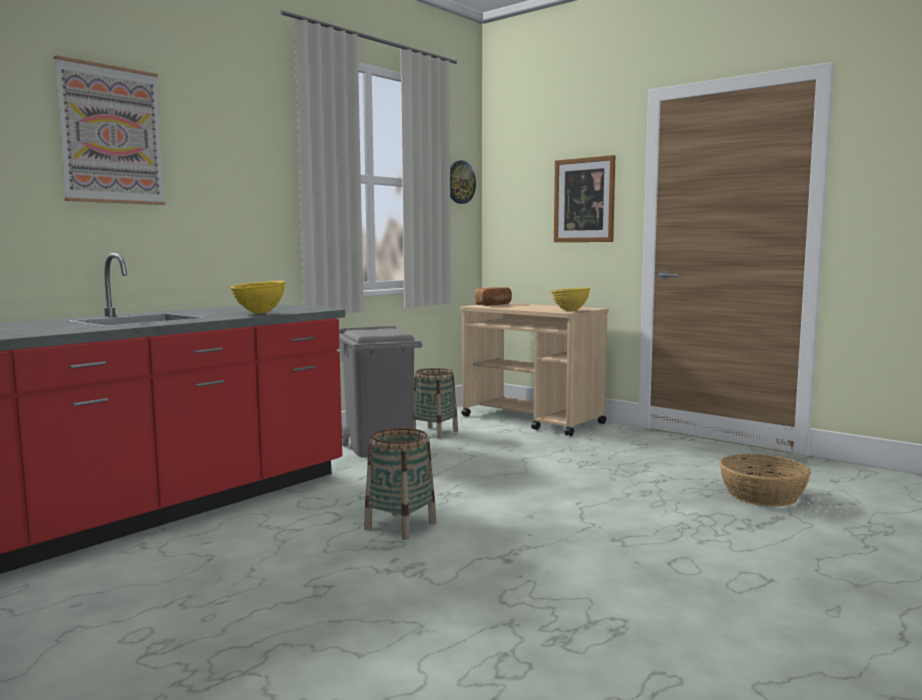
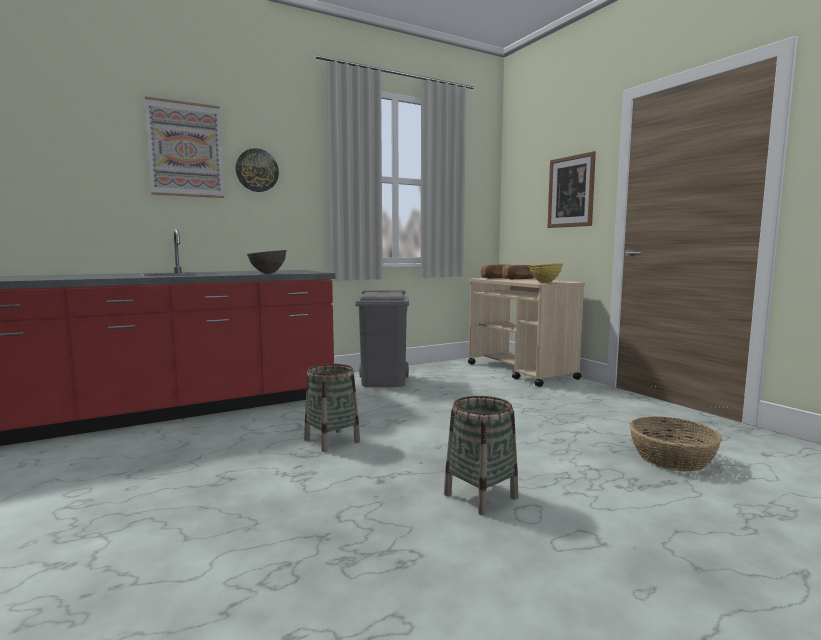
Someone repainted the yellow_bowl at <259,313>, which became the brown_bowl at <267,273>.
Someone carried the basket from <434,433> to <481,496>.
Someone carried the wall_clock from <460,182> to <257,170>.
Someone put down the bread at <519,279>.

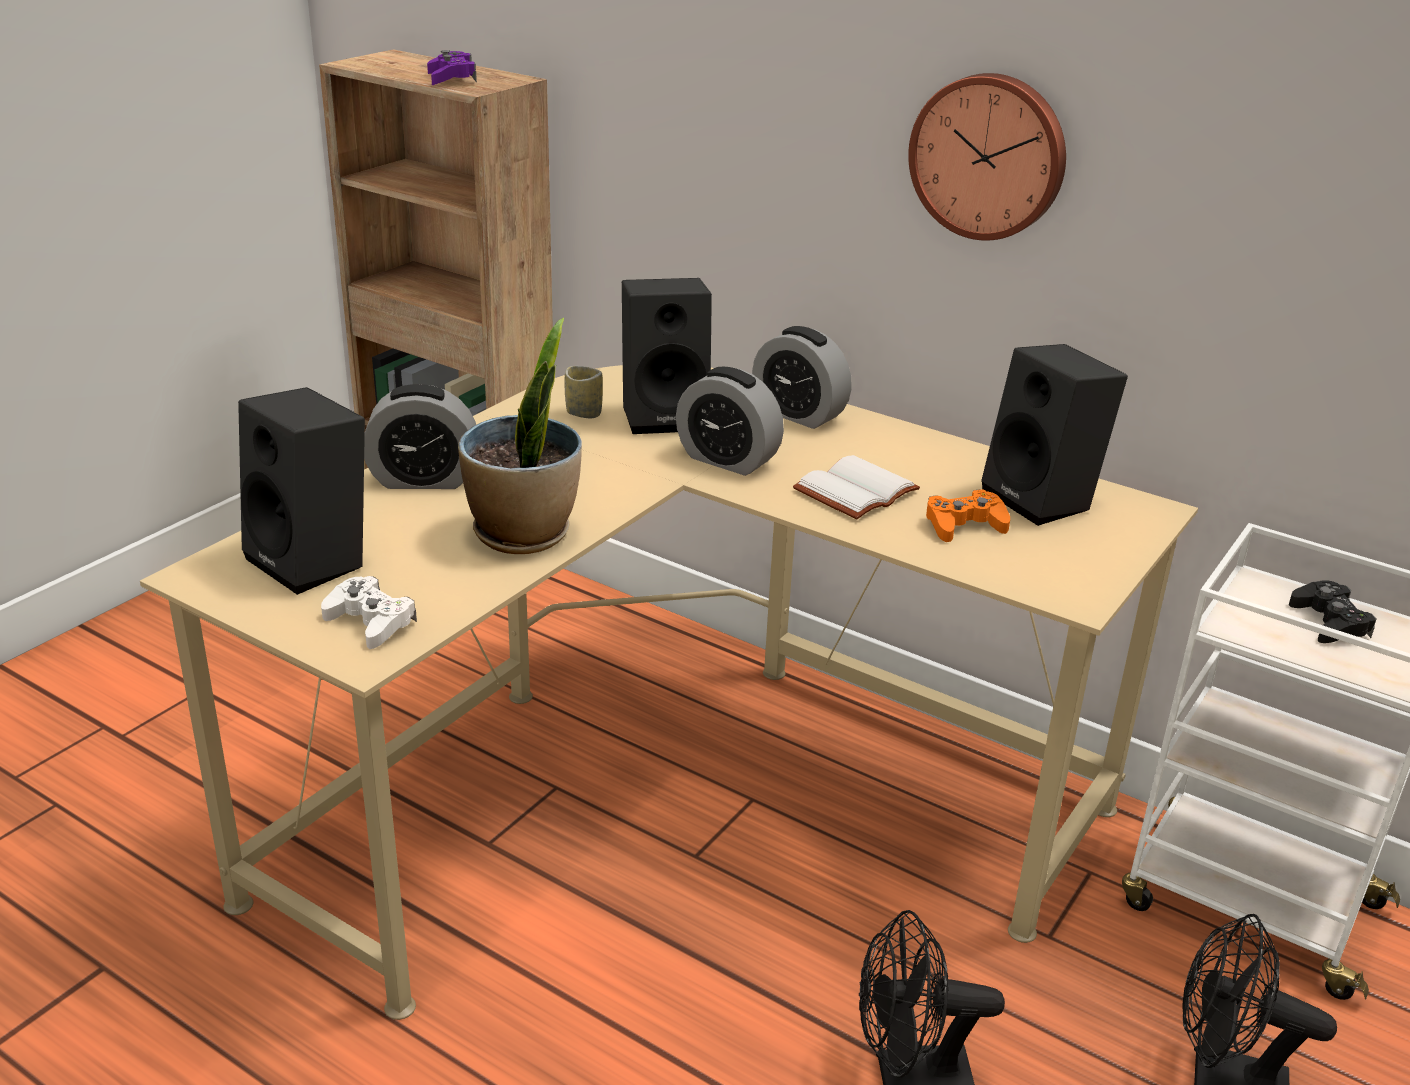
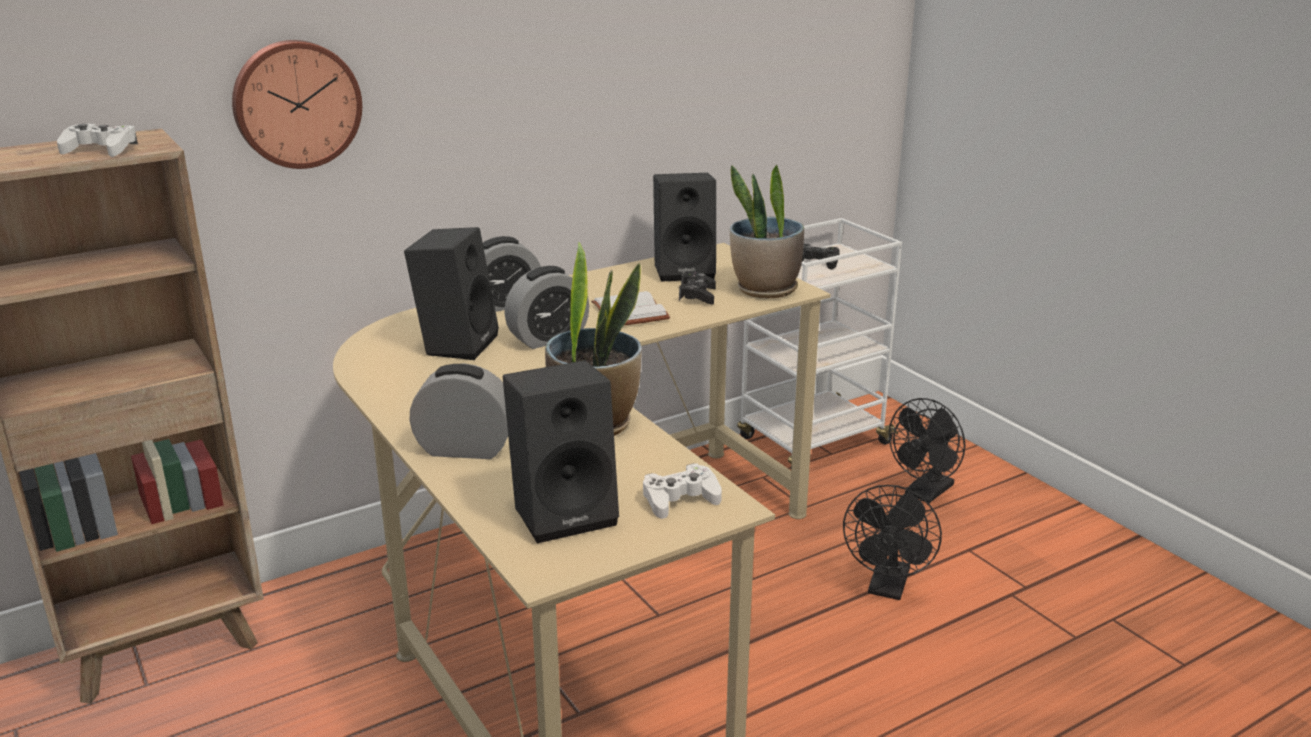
Someone rotated the alarm_clock at <423,480> by 105 degrees counterclockwise.
Someone repainted the purple_game_controller at <452,78>, which became the white_game_controller at <101,149>.
Someone took away the cup at <584,413>.
Someone carried the wall_clock from <989,156> to <296,103>.
Someone repainted the orange_game_controller at <964,525>, which became the black_game_controller at <697,295>.
Someone put down the potted_plant at <765,290>.

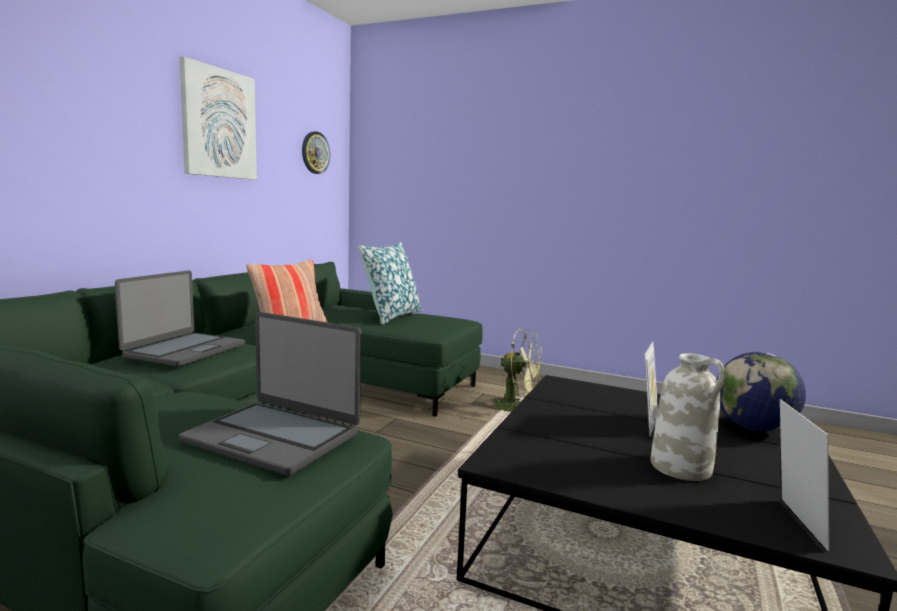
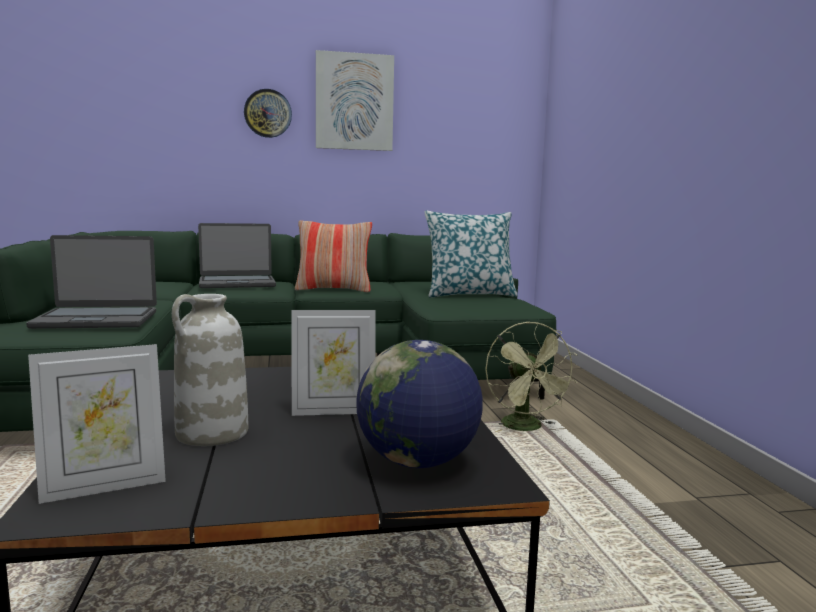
Someone rotated the laptop at <274,437> by 90 degrees counterclockwise.
Someone carried the wall_clock from <315,152> to <268,113>.

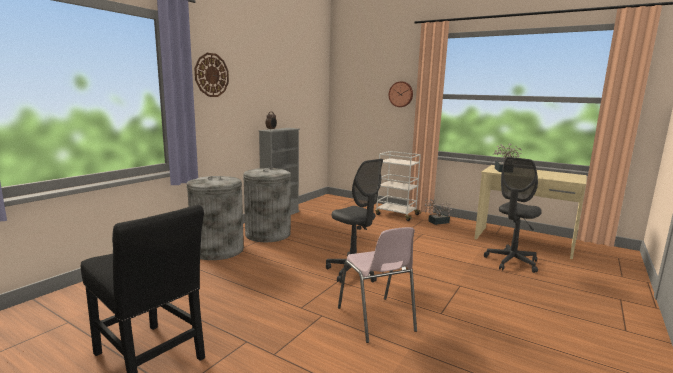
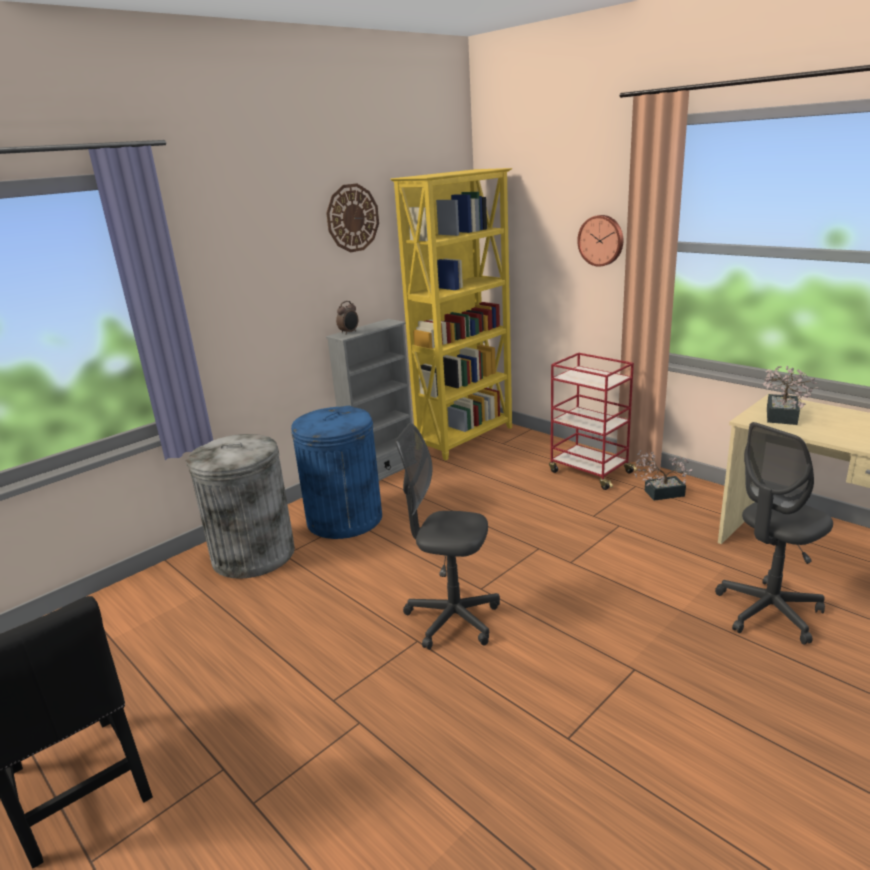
Someone carried the wall_clock from <211,75> to <352,218>.
Someone repainted the grey_trash_can at <268,234>, which became the blue_trash_can at <344,518>.
Someone rotated the grey_office_chair at <353,271> by 135 degrees clockwise.
Someone took away the pink_chair at <376,319>.
Someone repainted the white_cart at <396,214>, which became the red_cart at <589,472>.
Someone put down the yellow_bookcase at <466,438>.

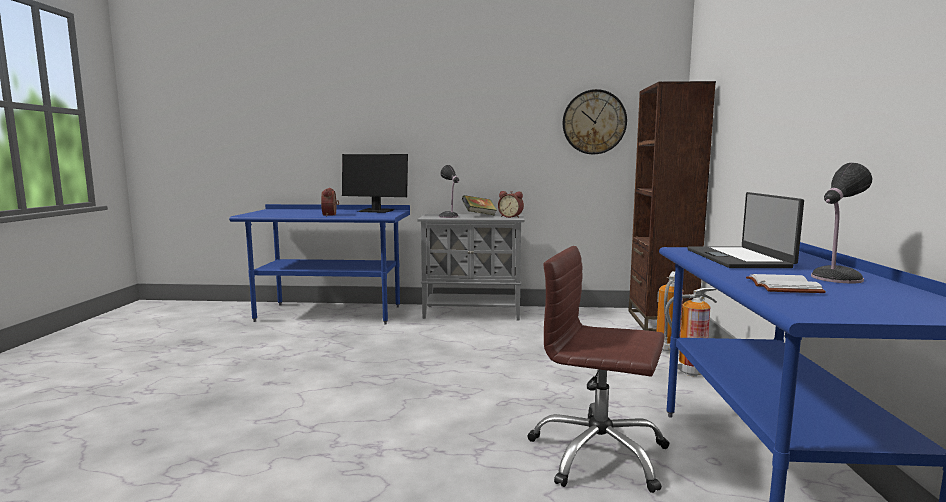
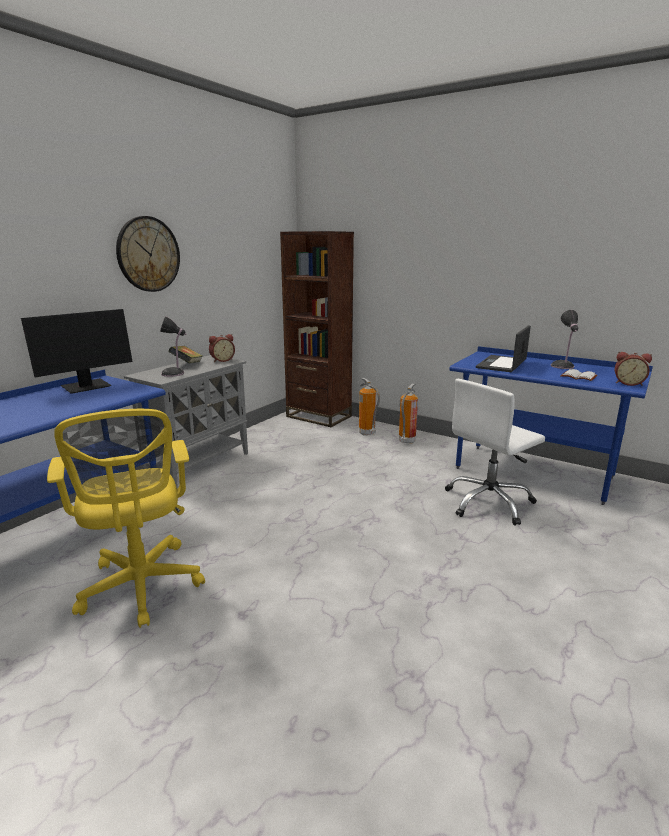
Someone carried the alarm_clock from <331,215> to <628,383>.
Someone repainted the brown_office_chair at <598,454>, which became the white_office_chair at <489,502>.
Someone carried the wall_clock from <594,122> to <148,254>.
Someone rotated the laptop at <739,258> by 90 degrees clockwise.
Someone put down the yellow_office_chair at <141,588>.

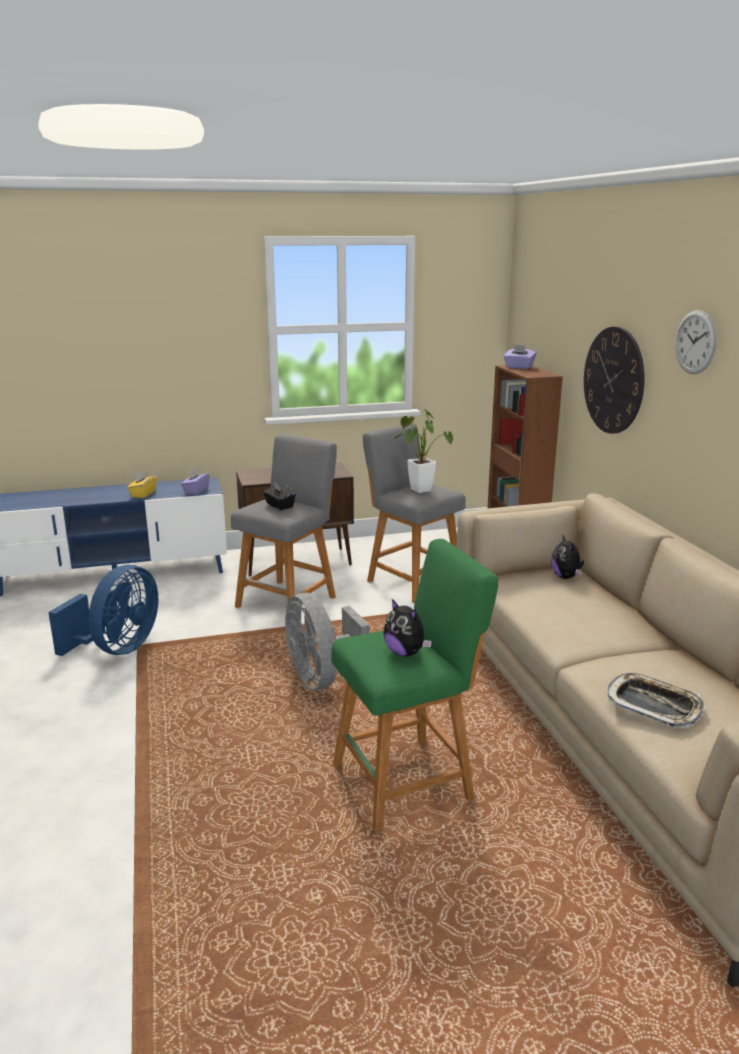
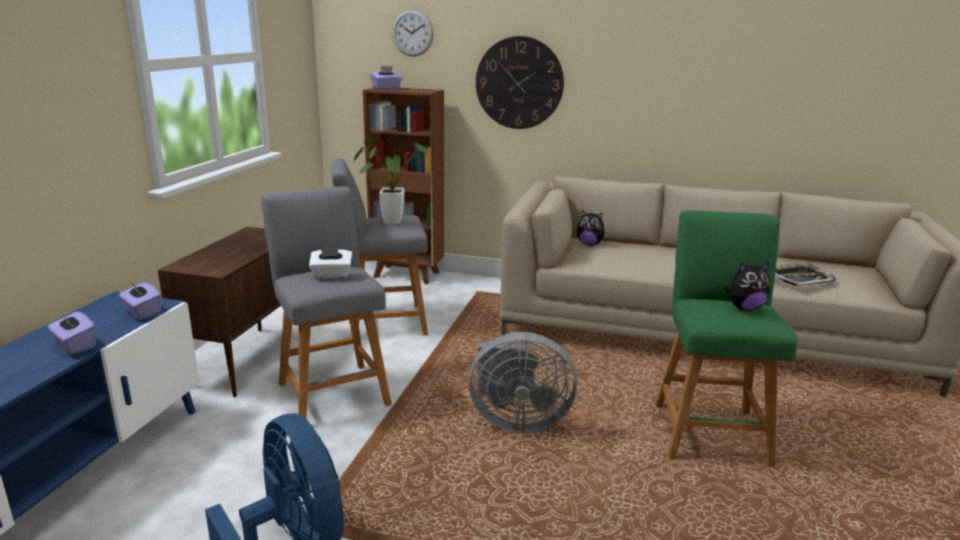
Someone repainted the yellow_tissue_box at <143,494>, which became the purple_tissue_box at <75,346>.
Someone repainted the black_tissue_box at <279,506>, which became the white_tissue_box at <331,275>.
Someone carried the wall_clock from <695,342> to <412,33>.

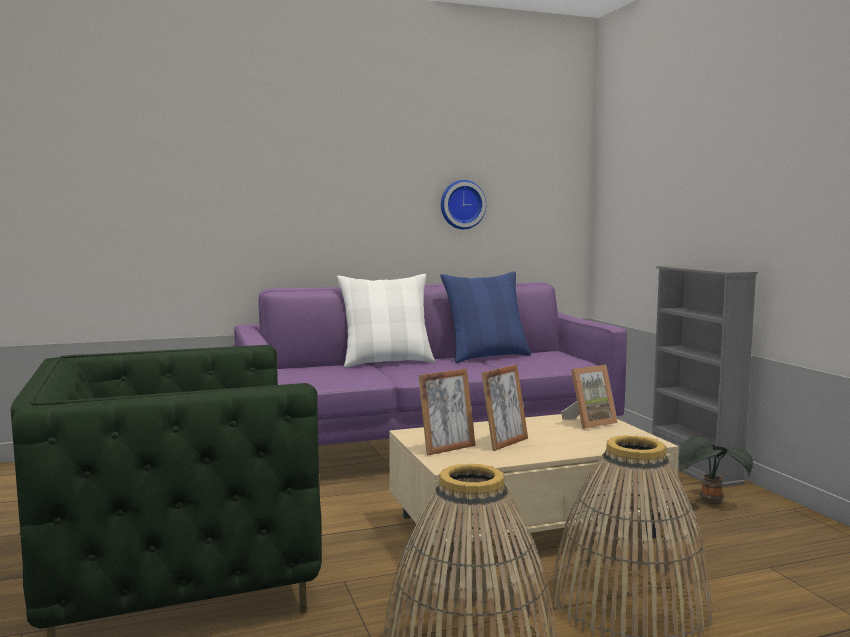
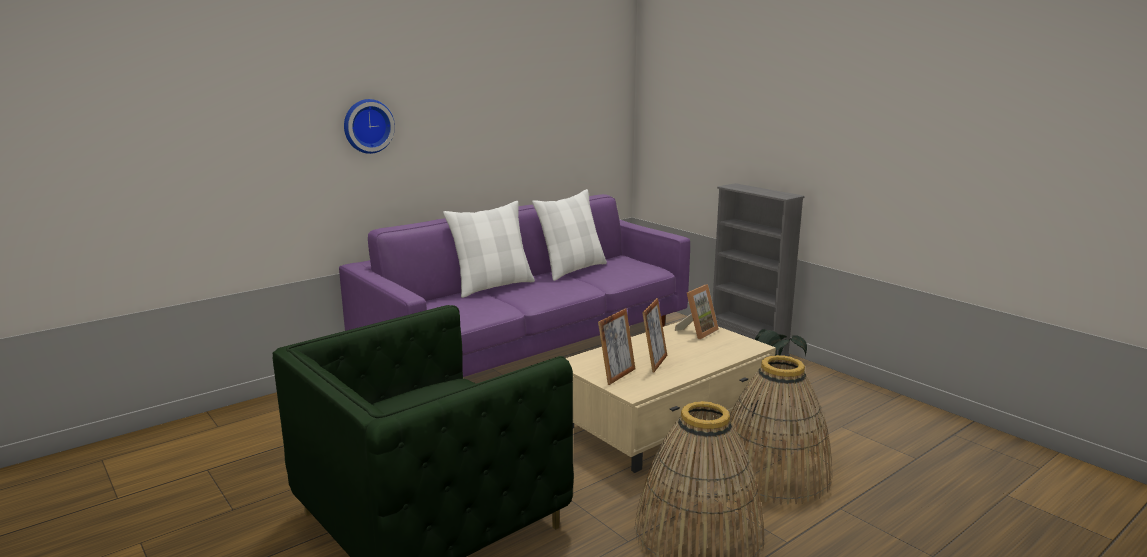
Someone repainted the blue_pillow at <487,357>, which became the white_pillow at <572,269>.
Someone carried the wall_clock from <461,204> to <367,126>.

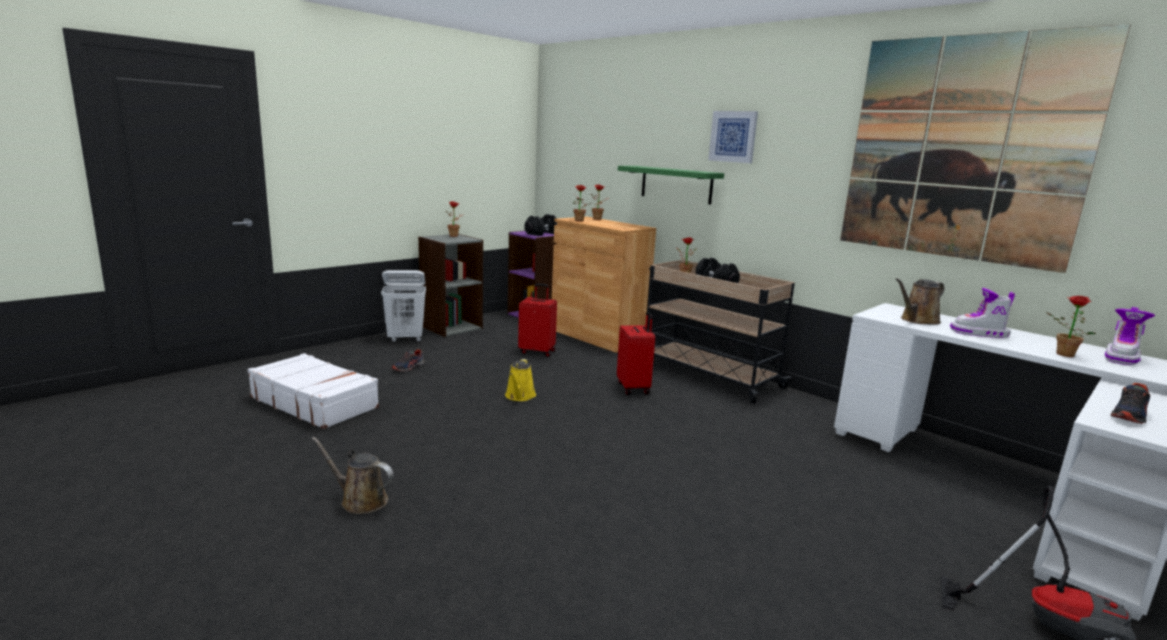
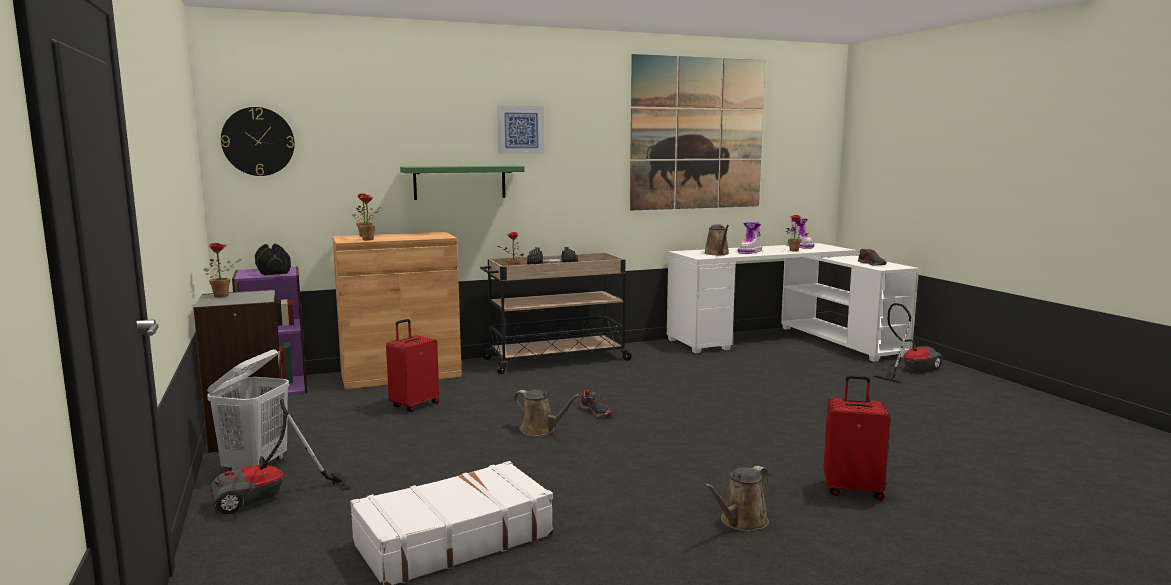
Someone carried the shoe from <408,367> to <596,412>.
Someone repainted the yellow_watering_can at <519,396>, which became the brown_watering_can at <540,430>.
Someone carried the red_suitcase from <634,388> to <852,489>.
Someone put down the vacuum_cleaner at <269,499>.
Someone put up the wall_clock at <258,141>.

